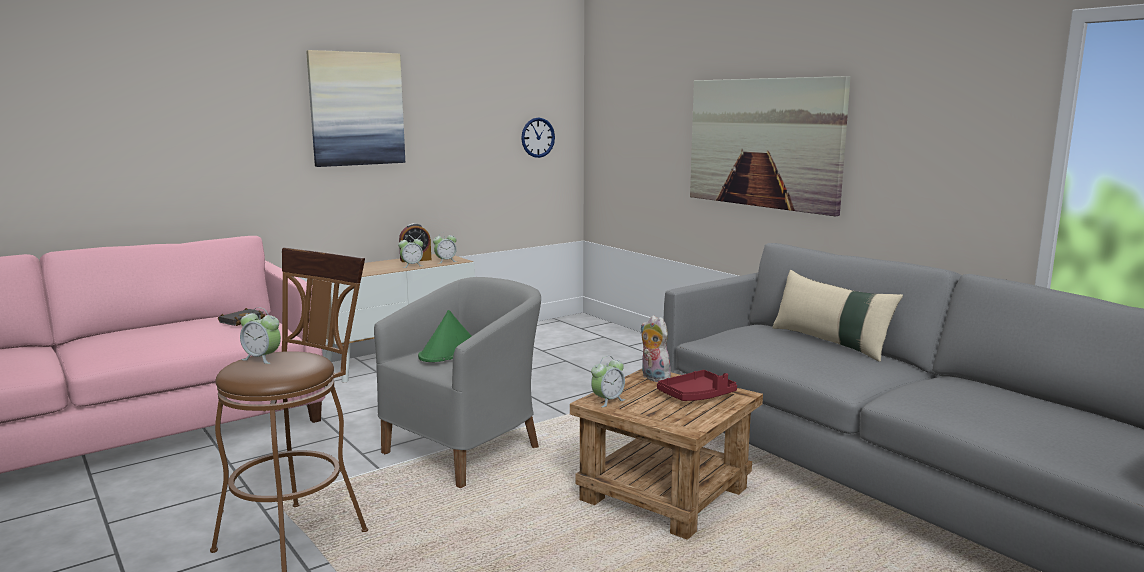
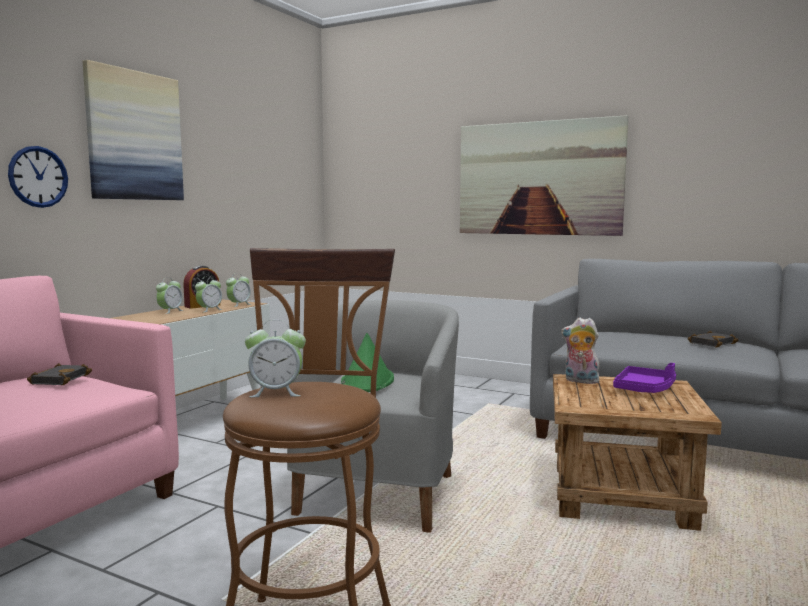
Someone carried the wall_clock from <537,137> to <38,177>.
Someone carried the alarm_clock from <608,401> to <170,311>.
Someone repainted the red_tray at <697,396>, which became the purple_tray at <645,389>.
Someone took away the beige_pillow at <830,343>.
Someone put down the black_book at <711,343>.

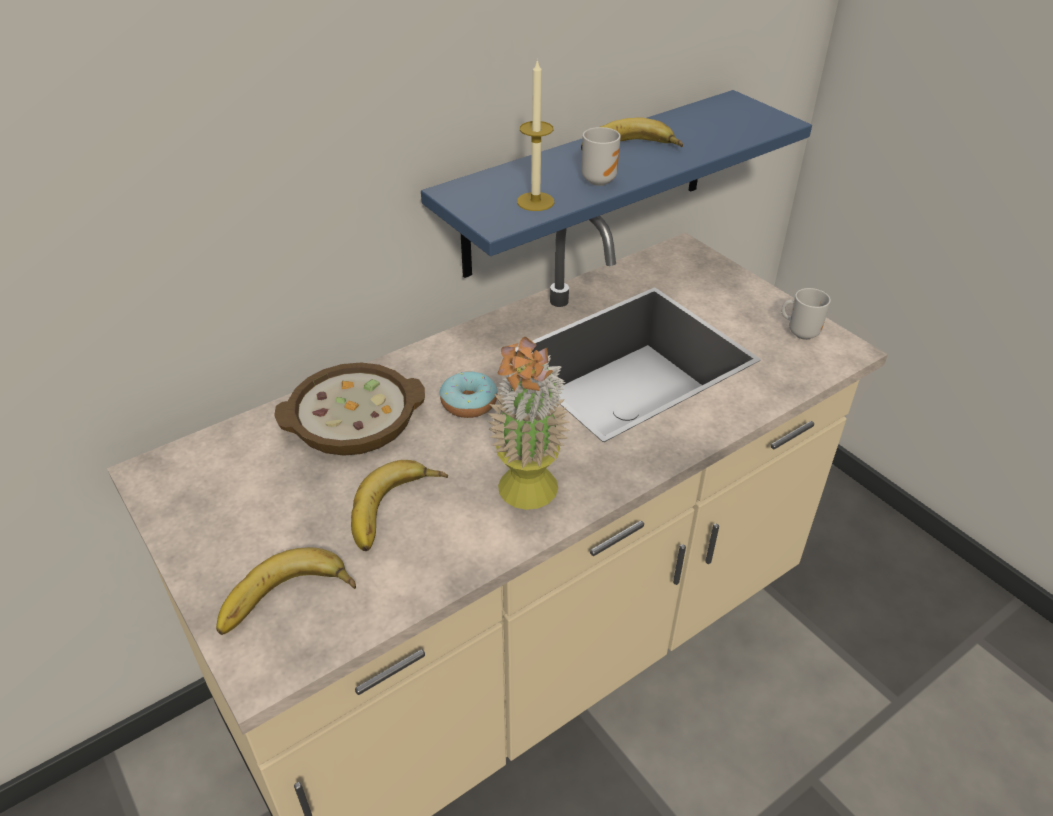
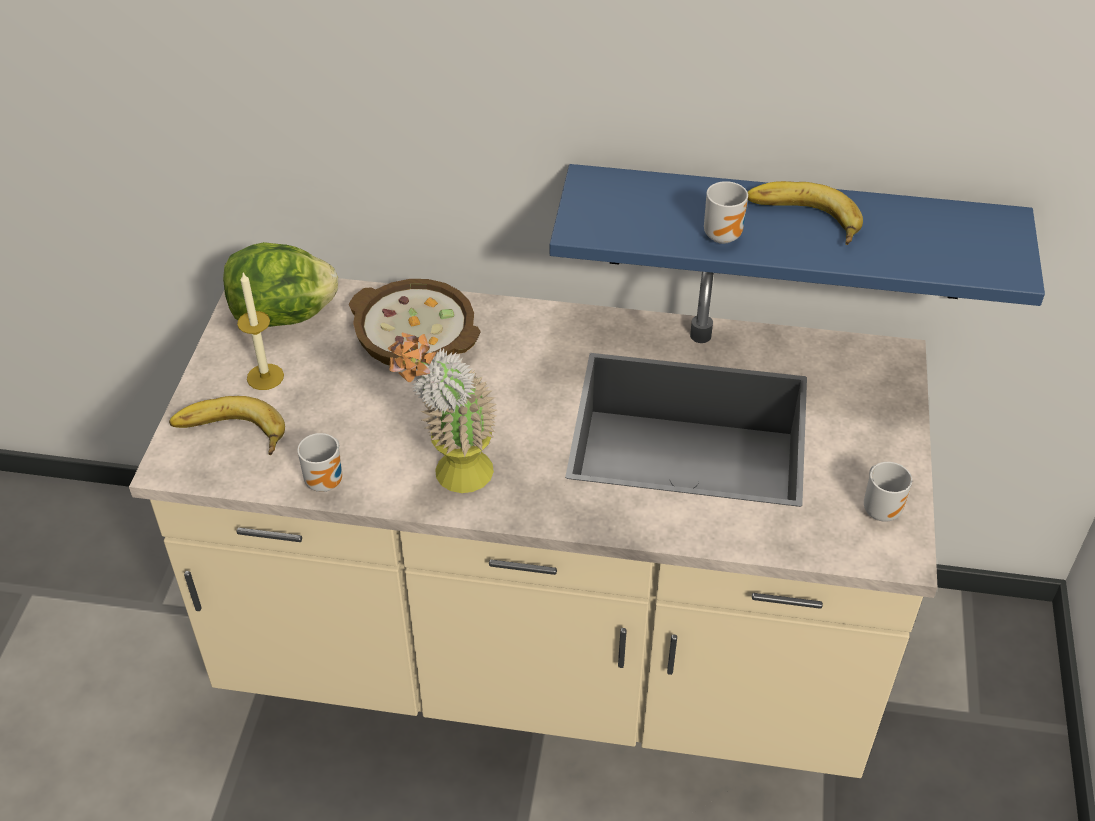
Someone took away the banana at <398,511>.
Someone took away the donut at <469,403>.
Someone carried the candle from <535,201> to <265,377>.
Someone put down the lettuce at <284,316>.
Someone put down the mug at <327,481>.

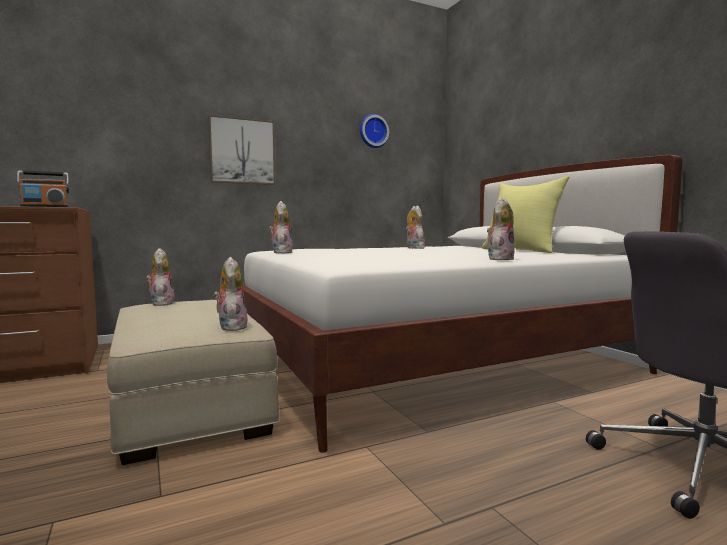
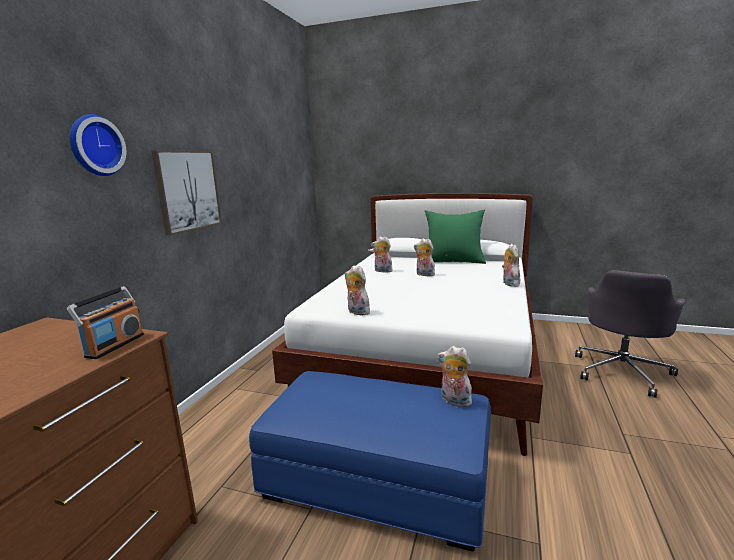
Someone repainted the beige_ottoman at <189,402>, which became the blue_ottoman at <377,479>.
Someone carried the plush_toy from <161,303> to <424,275>.
Someone carried the wall_clock from <373,131> to <95,145>.
Someone repainted the yellow_pillow at <521,250>, which became the green_pillow at <453,261>.

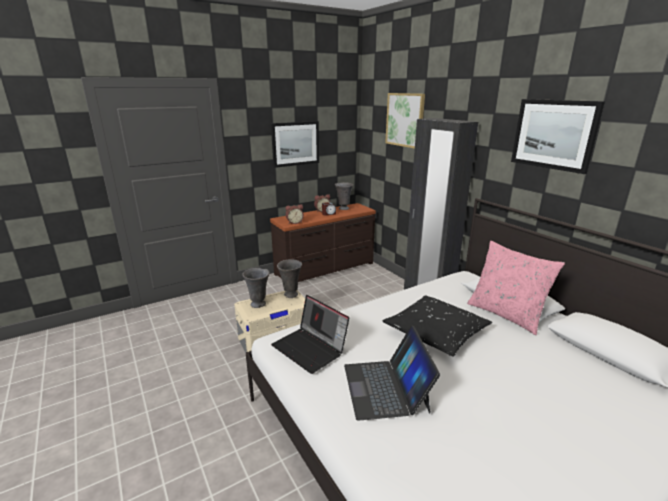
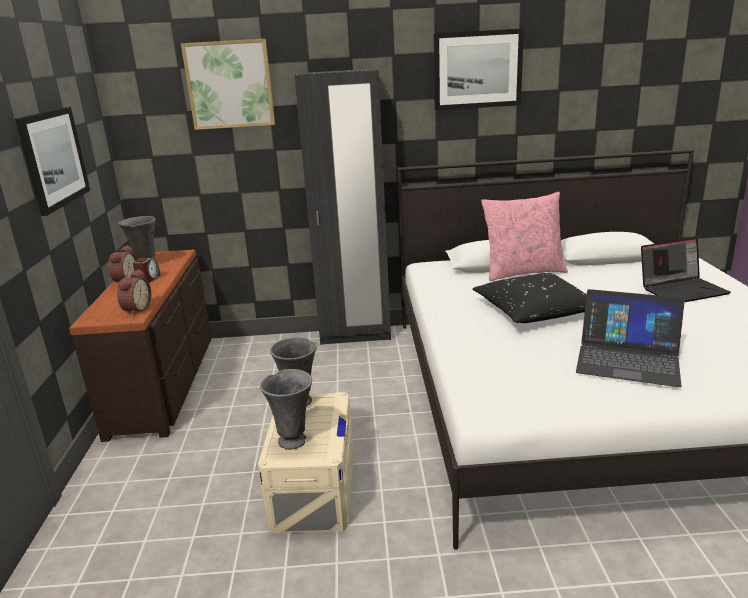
Someone carried the laptop from <311,349> to <682,289>.

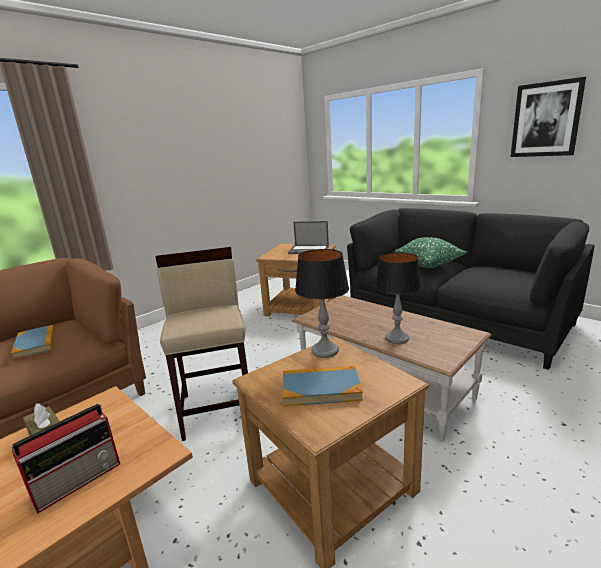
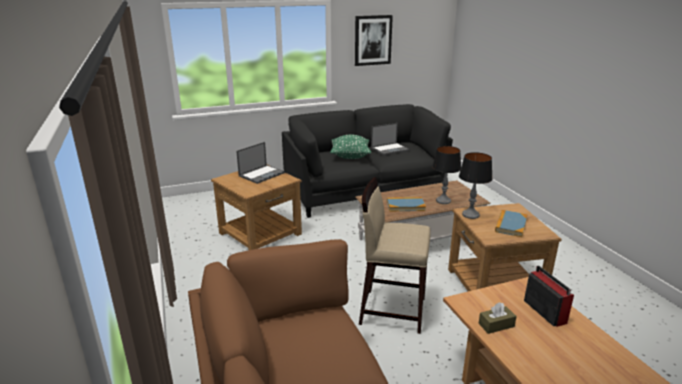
Someone carried the book from <35,343> to <405,206>.
Someone put down the laptop at <390,149>.

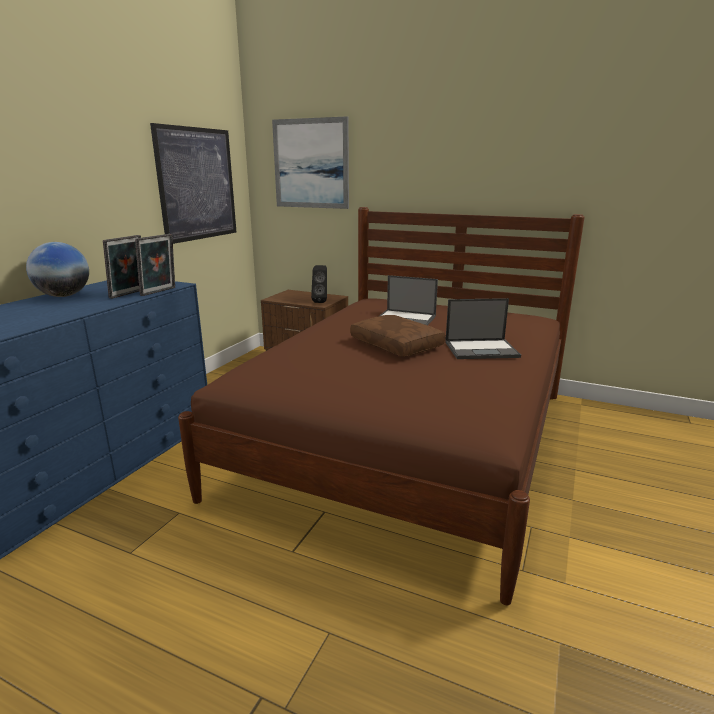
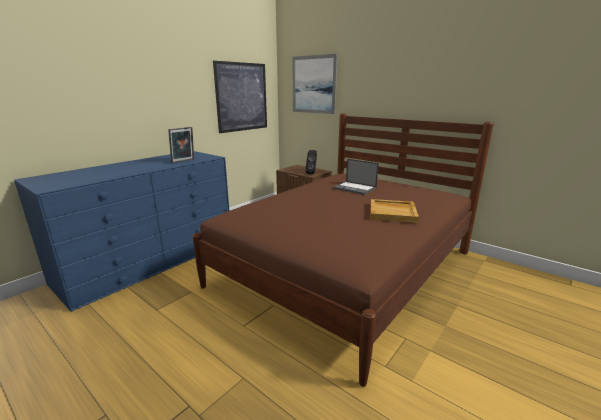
Someone took away the globe at <63,296>.
Someone took away the picture_frame at <160,292>.
Someone took away the brown_pillow at <397,345>.
Someone swapped the laptop at <482,349> for the beige_tray at <393,212>.

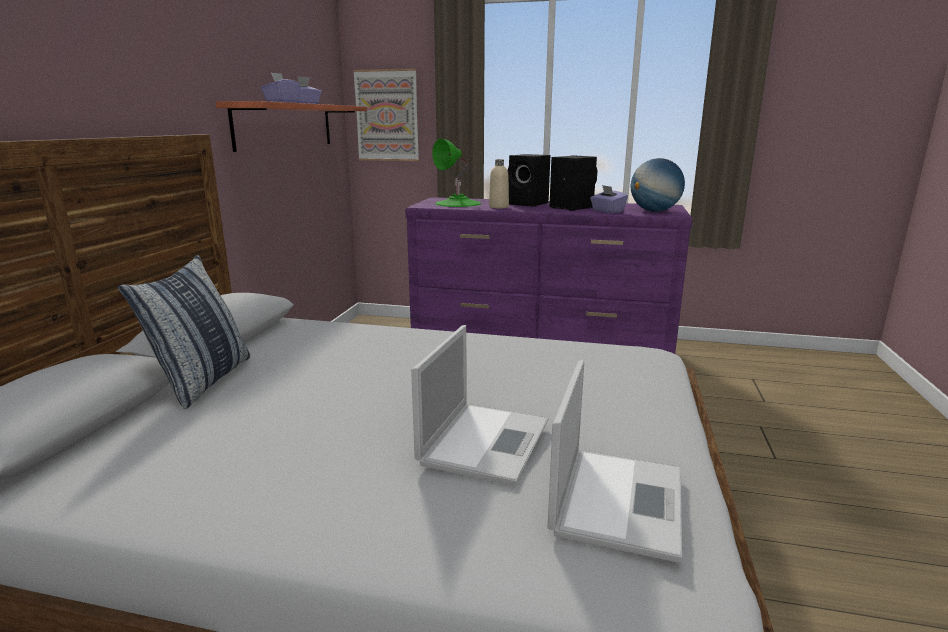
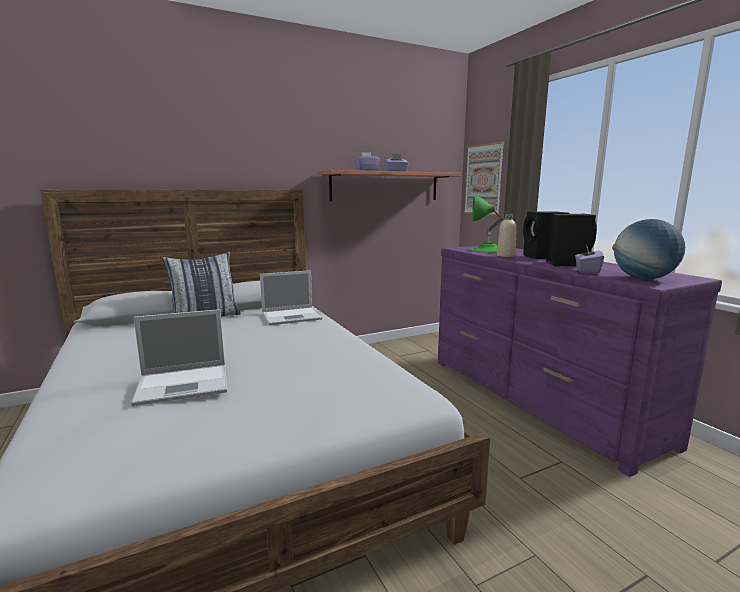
Someone carried the laptop from <617,498> to <292,316>.

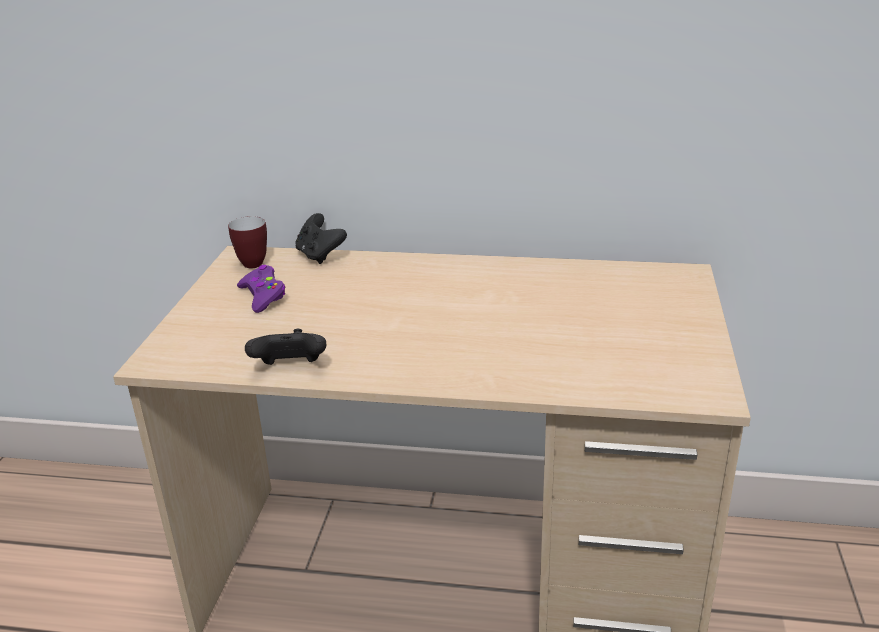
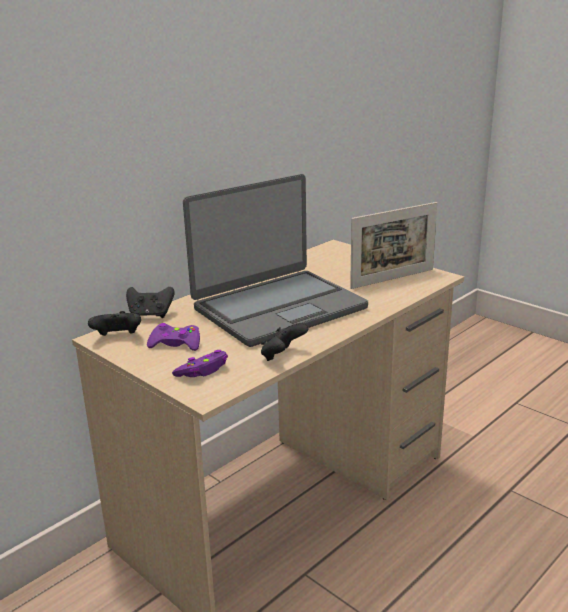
Someone swapped the mug at <250,263> for the black_game_controller at <117,337>.
Someone put down the purple_game_controller at <203,370>.
Someone put down the laptop at <278,308>.
Someone put down the picture_frame at <392,279>.

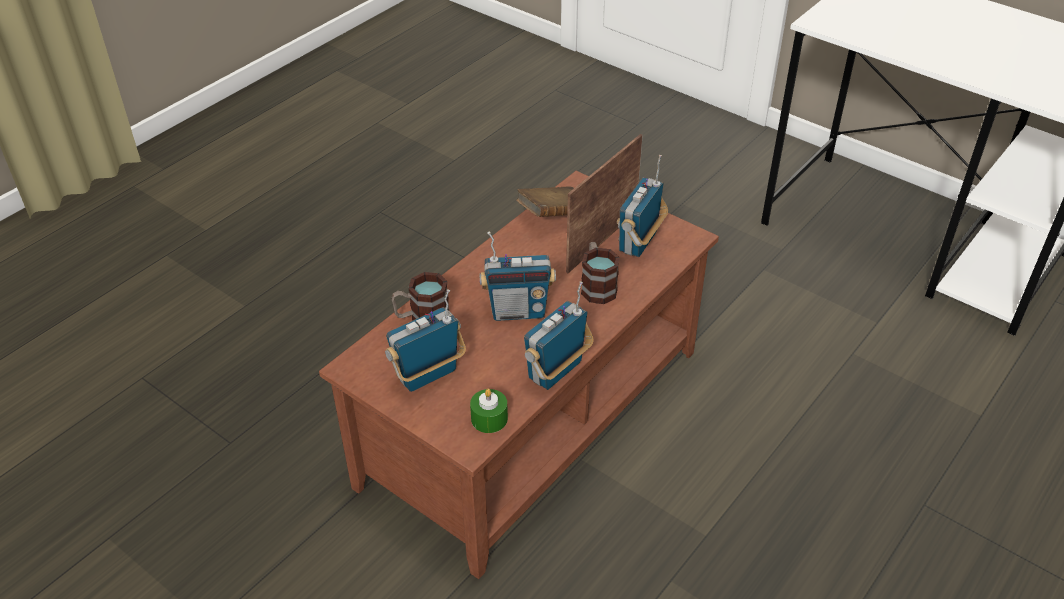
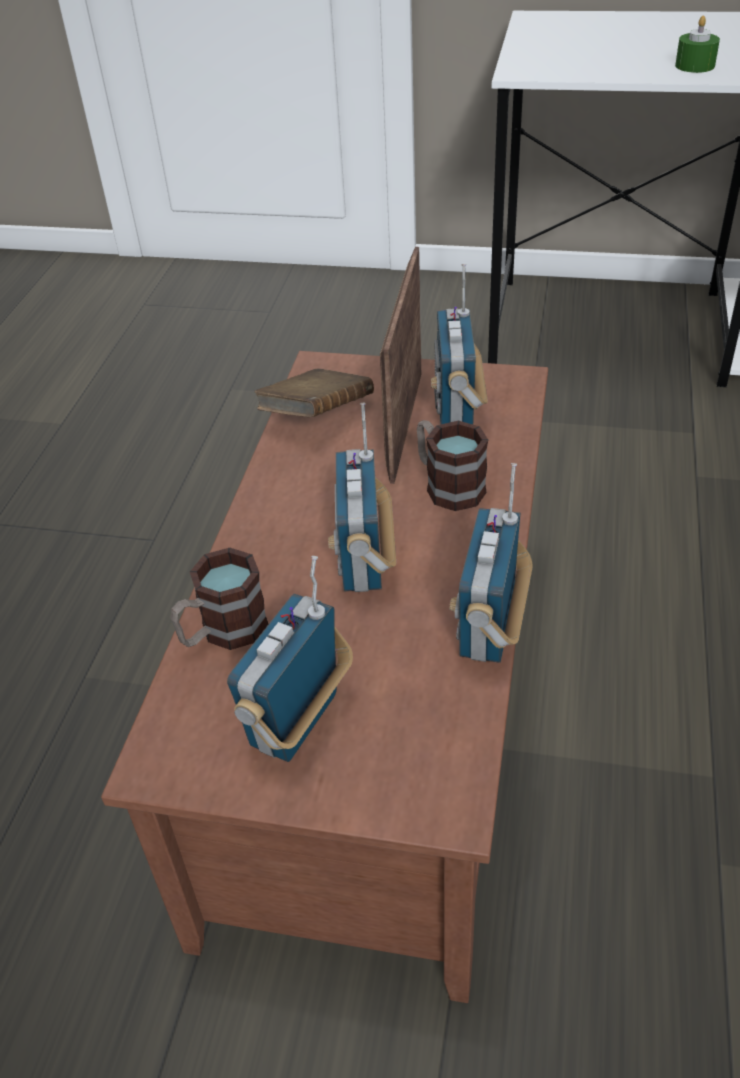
Someone carried the green_candle from <489,418> to <695,65>.
Someone rotated the radio at <518,311> by 120 degrees clockwise.

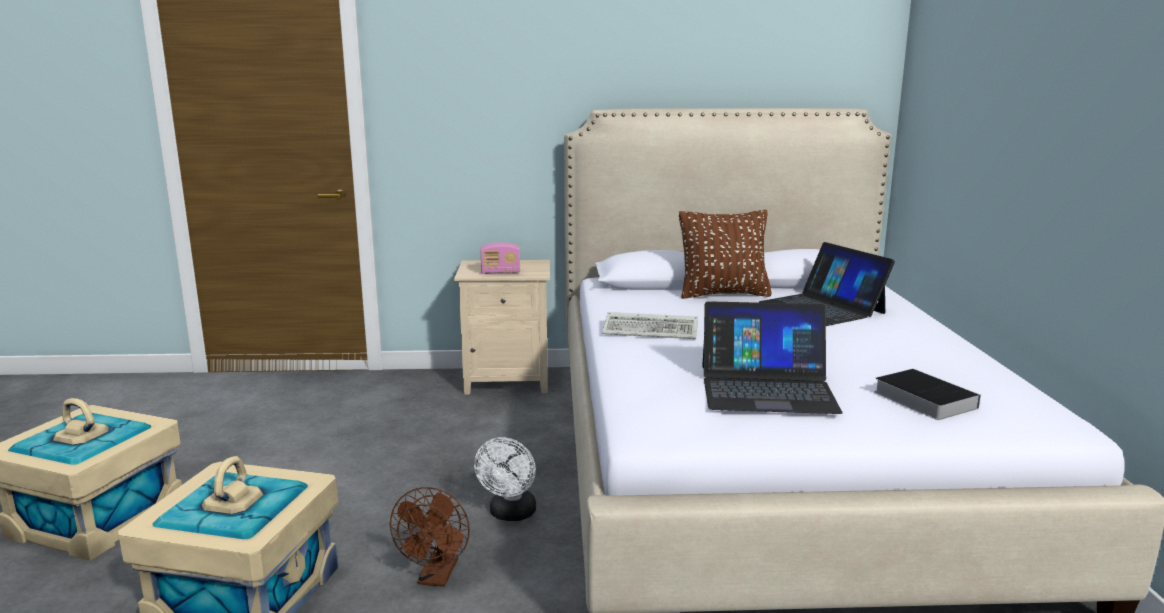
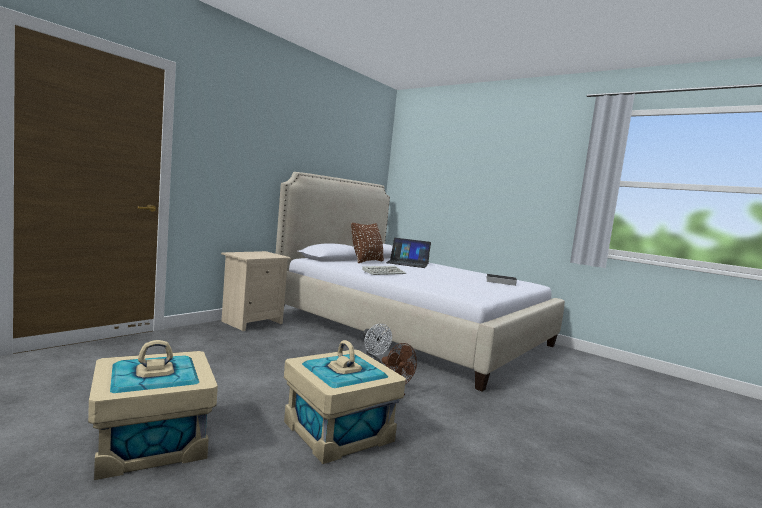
Someone took away the radio at <500,272>.
Someone took away the laptop at <767,388>.

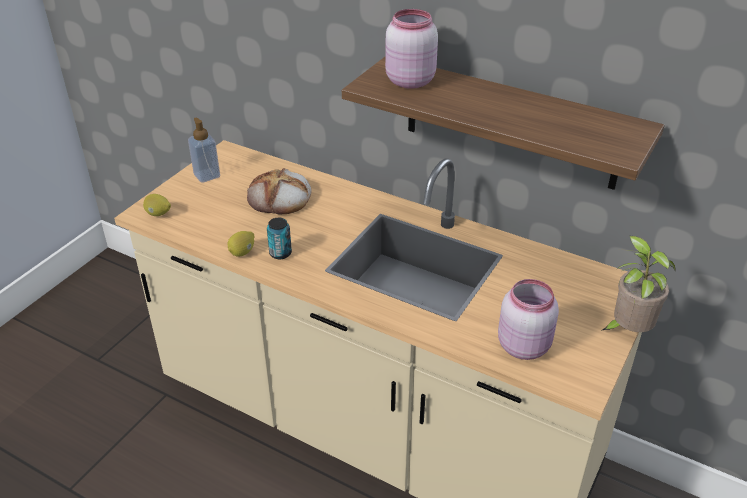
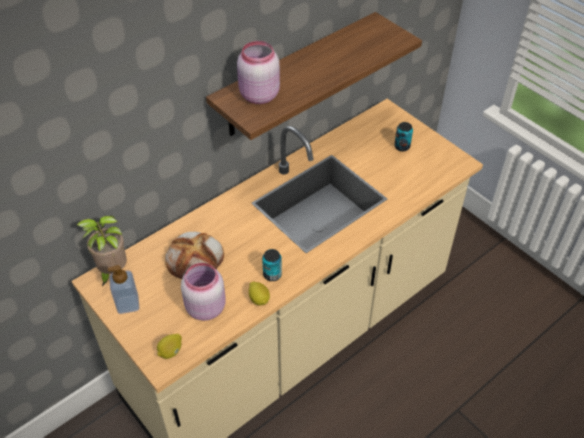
Someone carried the pink_jar from <524,345> to <205,307>.
Someone carried the potted_plant from <627,330> to <112,271>.
Someone put down the can at <402,147>.

